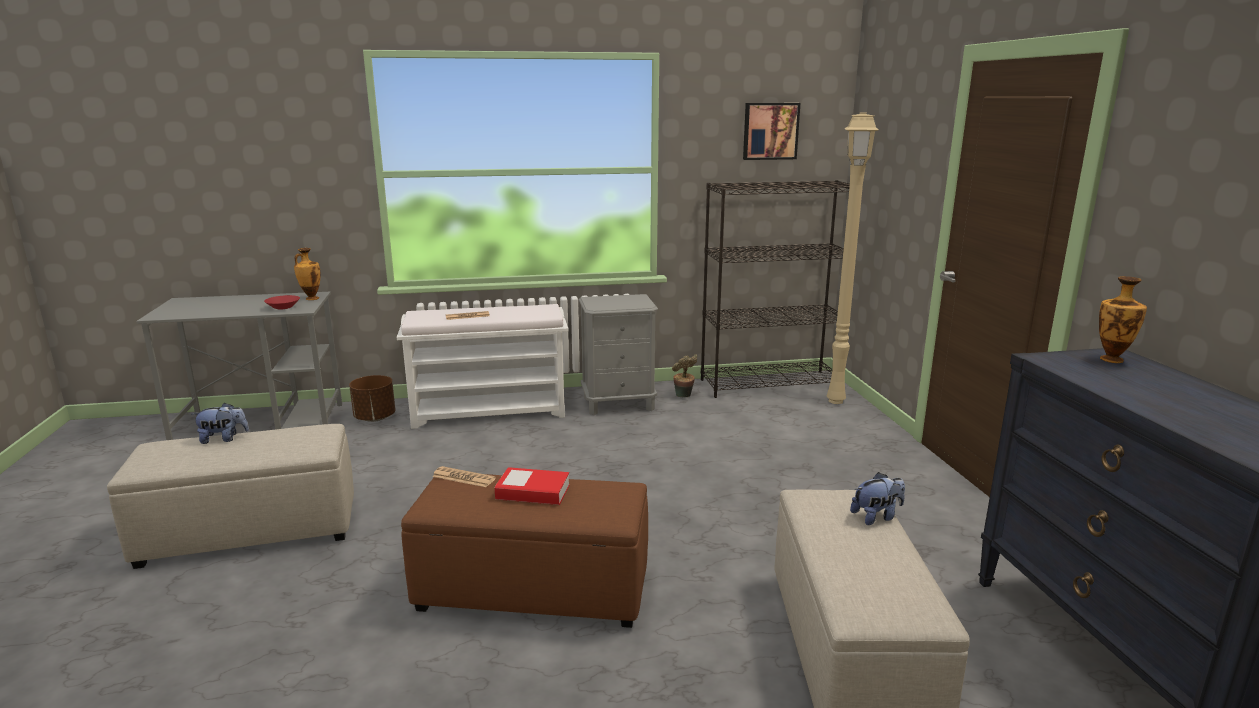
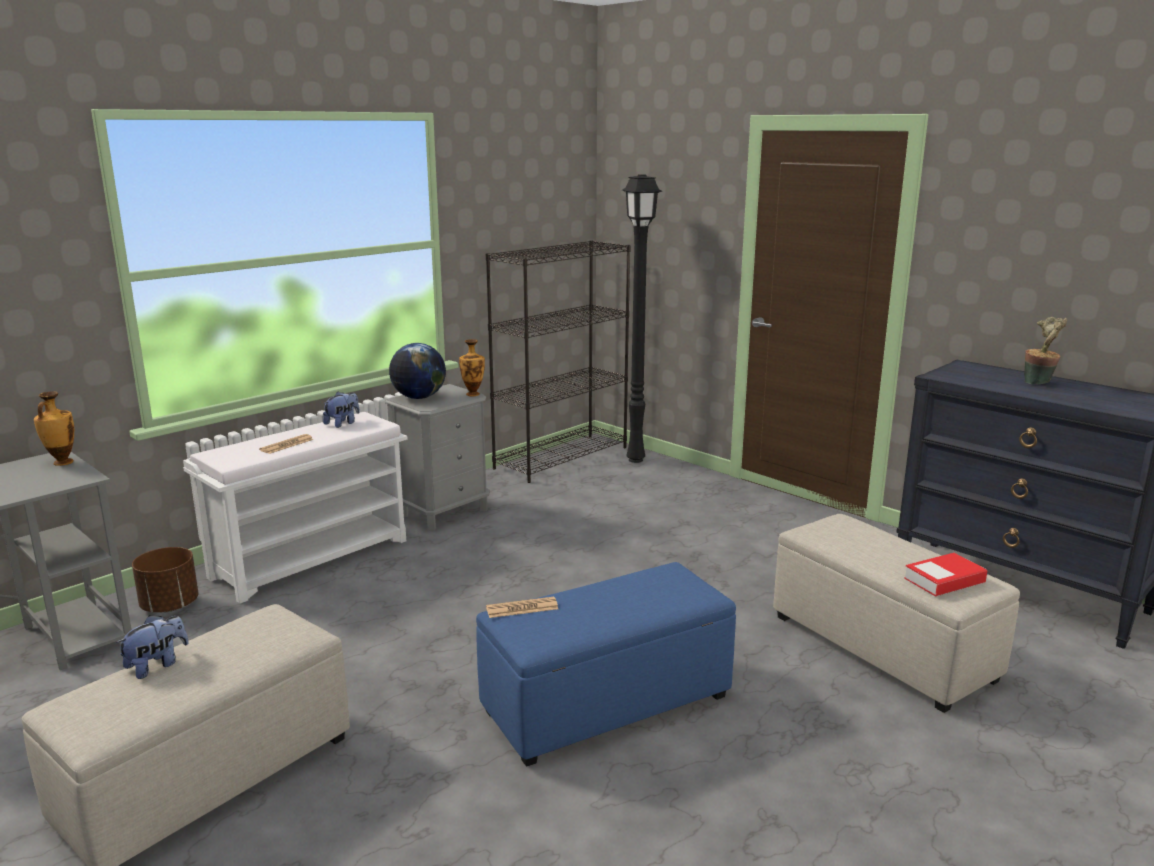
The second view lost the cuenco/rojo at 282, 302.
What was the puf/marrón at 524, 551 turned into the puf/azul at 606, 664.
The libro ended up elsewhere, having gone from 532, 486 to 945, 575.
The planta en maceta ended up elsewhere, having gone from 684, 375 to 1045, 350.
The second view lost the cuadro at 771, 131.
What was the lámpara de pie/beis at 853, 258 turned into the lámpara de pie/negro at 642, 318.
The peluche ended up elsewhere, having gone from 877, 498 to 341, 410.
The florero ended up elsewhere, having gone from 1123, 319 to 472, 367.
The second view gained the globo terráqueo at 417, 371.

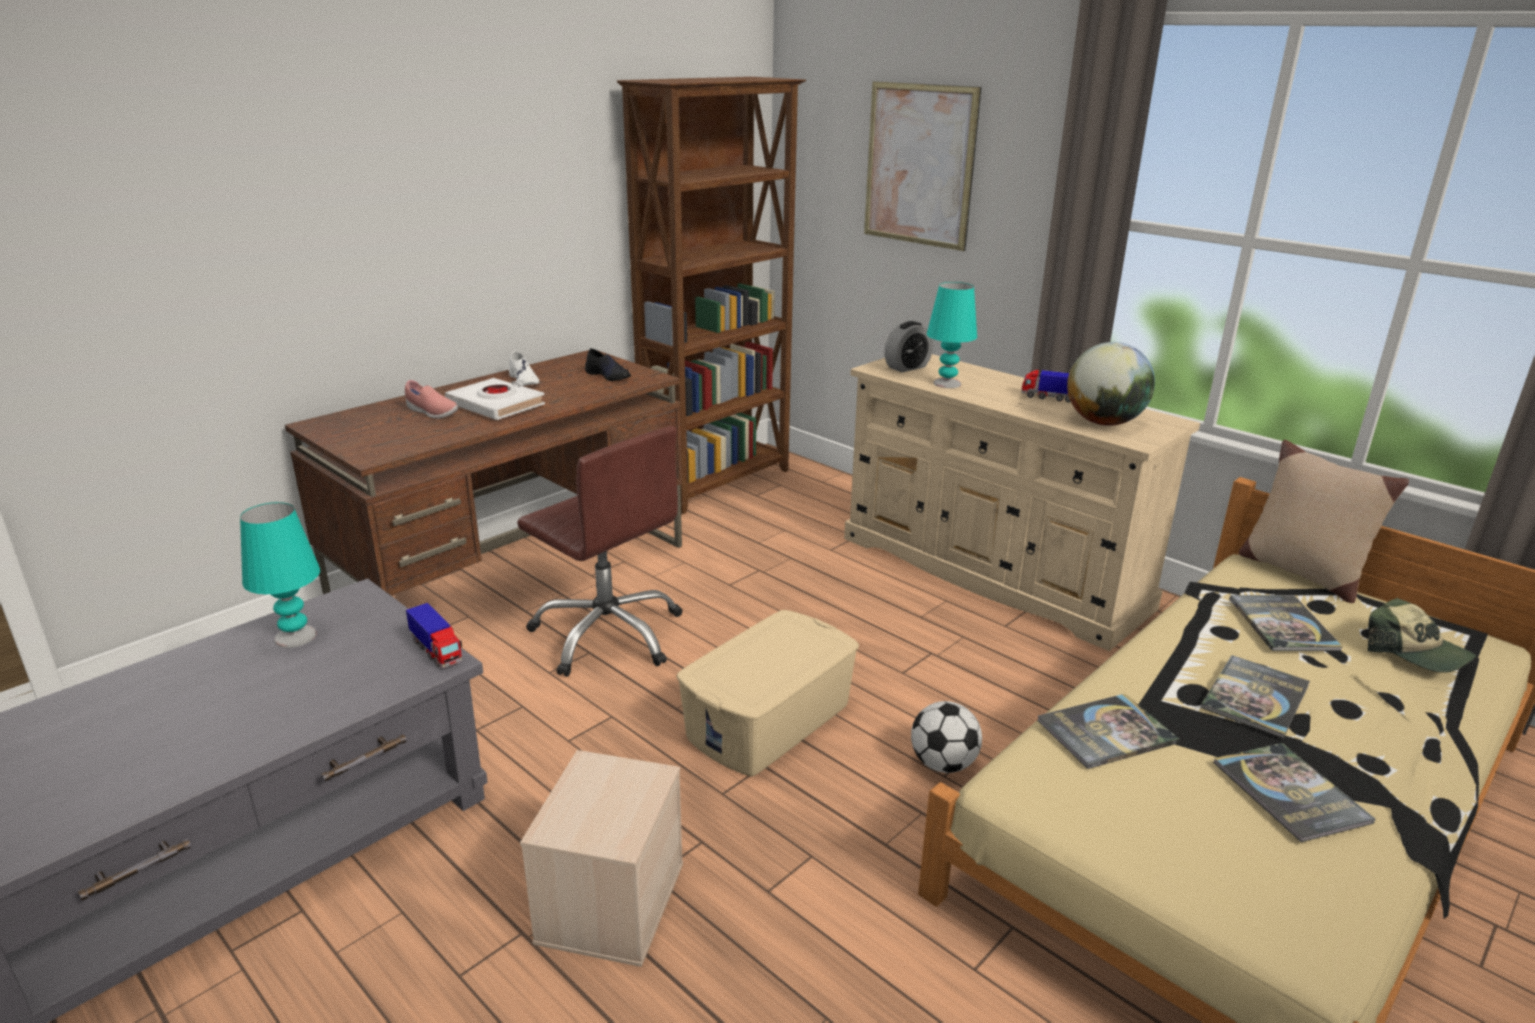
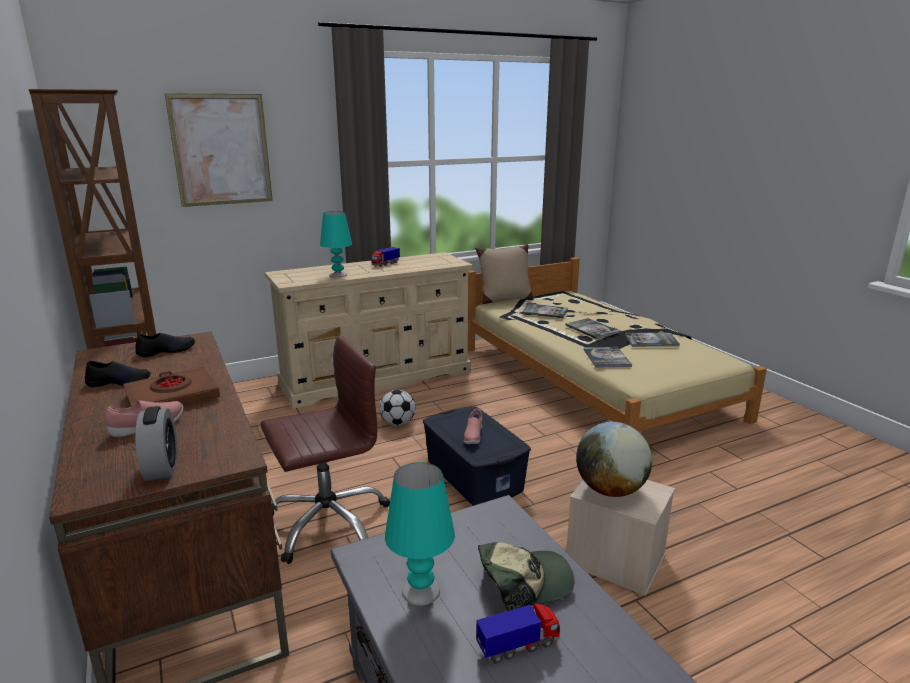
The camión de juguete ended up elsewhere, having gone from 434, 635 to 518, 633.
What was the libro/blanco at 495, 399 turned into the libro/marrón at 171, 387.
What was the zapato/blanco at 524, 368 turned into the zapato/negro at 118, 374.
What was the caja de almacenaje/beis at 767, 693 turned into the caja de almacenaje/azul at 477, 456.
The despertador ended up elsewhere, having gone from 908, 346 to 156, 443.
The balón de fútbol ended up elsewhere, having gone from 946, 737 to 397, 408.
The globo terráqueo ended up elsewhere, having gone from 1111, 384 to 614, 459.
The gorra ended up elsewhere, having gone from 1422, 635 to 526, 576.
The second view gained the zapato/rosa at 473, 426.

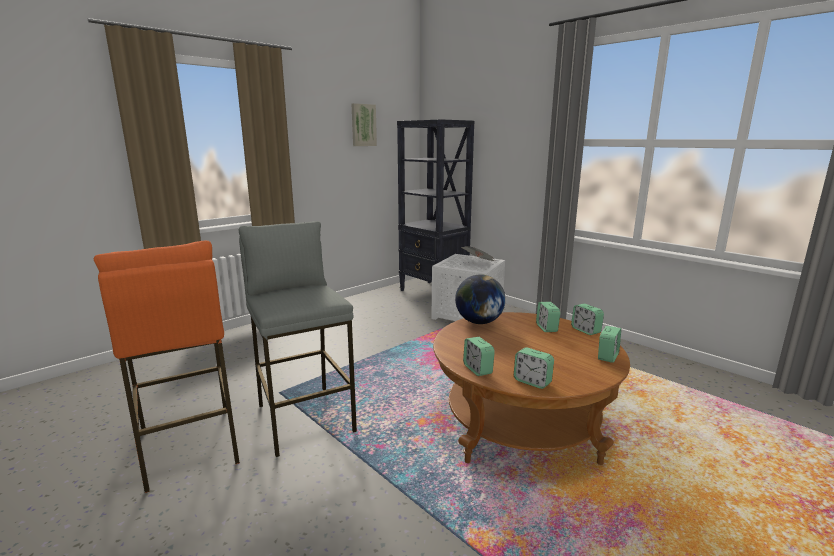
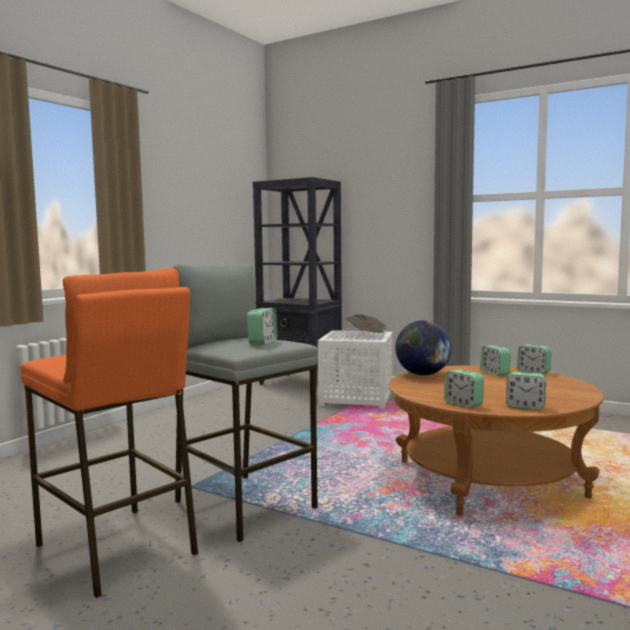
The second view lost the cuadro at 364, 124.
The despertador ended up elsewhere, having gone from 609, 344 to 262, 326.

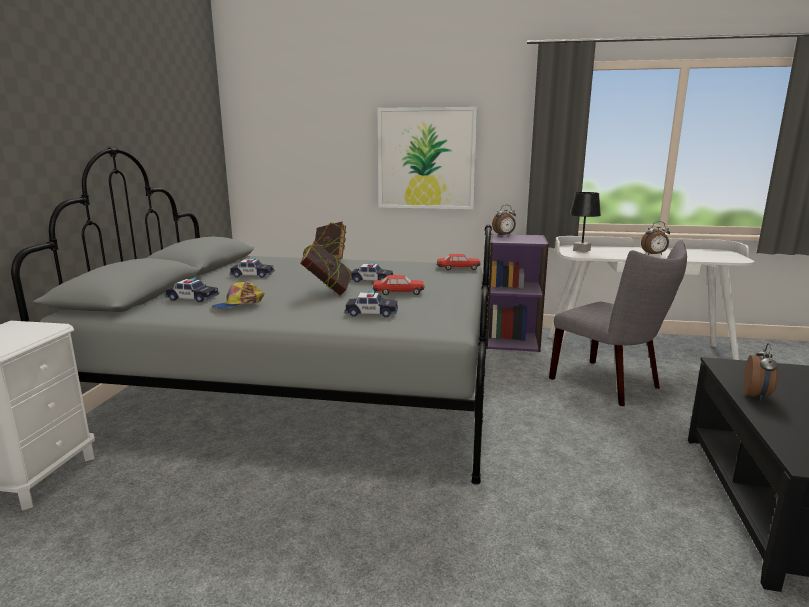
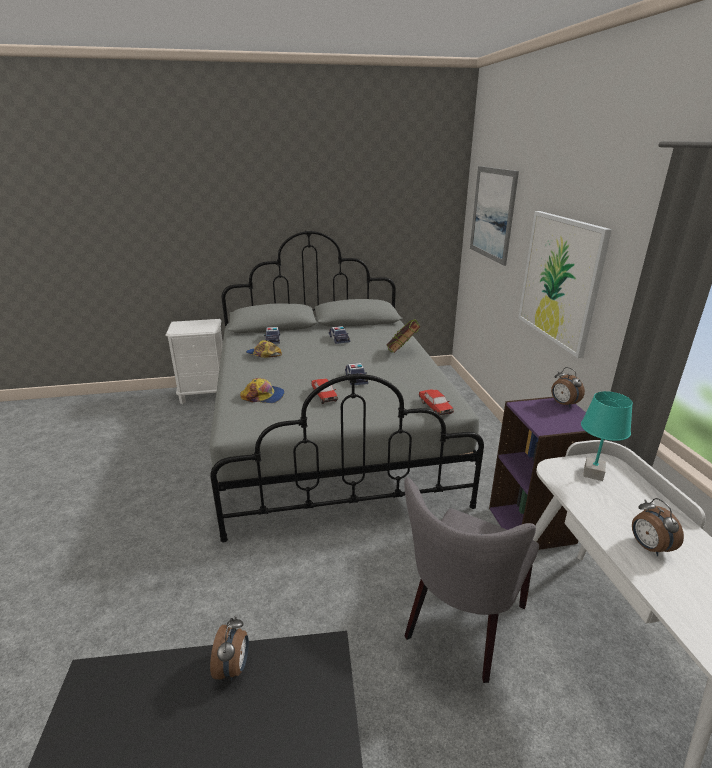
The second view lost the libro at 326, 268.
Where the coche de juguete stood at 371, 304, the gorra came to stand at 262, 390.
What was the lámpara de mesa/negro at 585, 222 turned into the lámpara de mesa/turquesa at 607, 436.
The despertador at 760, 372 ended up facing another way, 90 degrees counterclockwise from before.
The second view gained the cuadro at 494, 216.

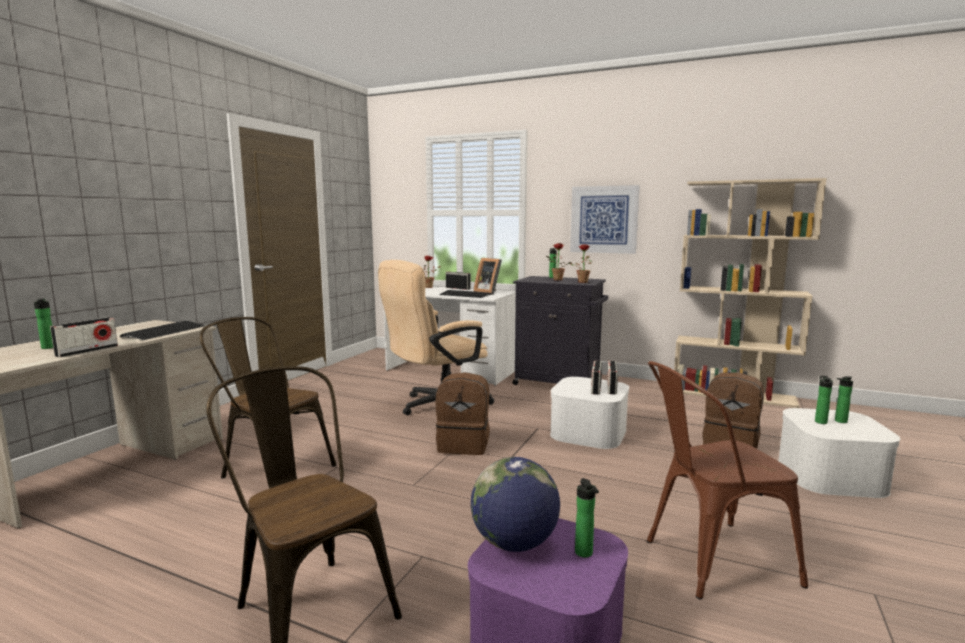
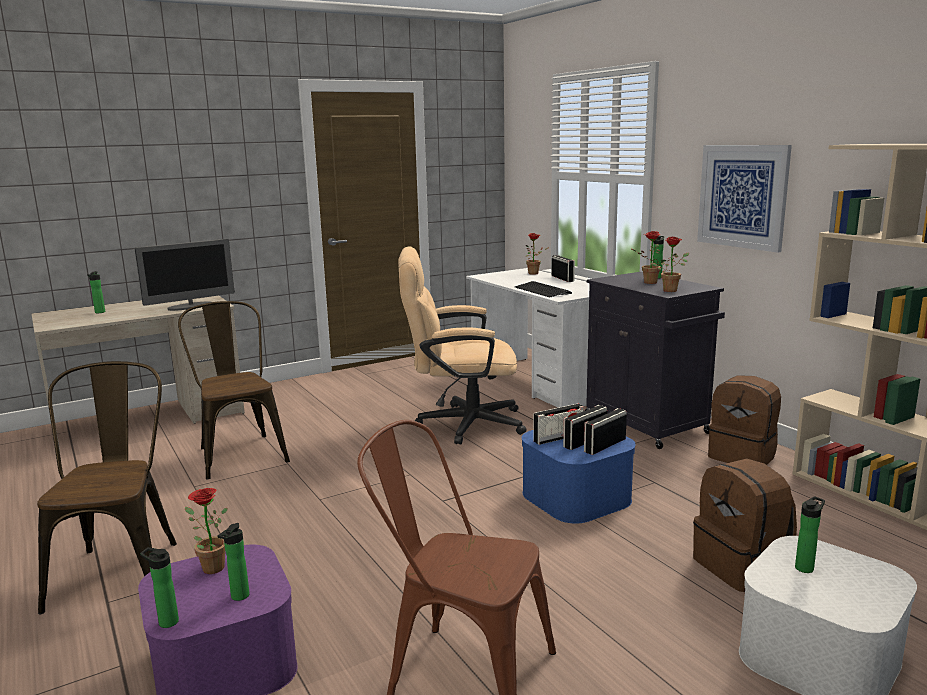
The radio ended up elsewhere, having gone from 84, 337 to 558, 424.
Where the teclado stood at 162, 330, the monitor came to stand at 184, 275.
The mochila/marrón ended up elsewhere, having gone from 463, 413 to 744, 420.
Where the globo terráqueo stood at 515, 504, the planta en maceta came to stand at 206, 531.
The second view lost the portarretratos at 488, 276.
What was the caja de almacenaje/blanco at 589, 413 turned into the caja de almacenaje/azul at 579, 476.
The botella ended up elsewhere, having gone from 844, 399 to 159, 587.

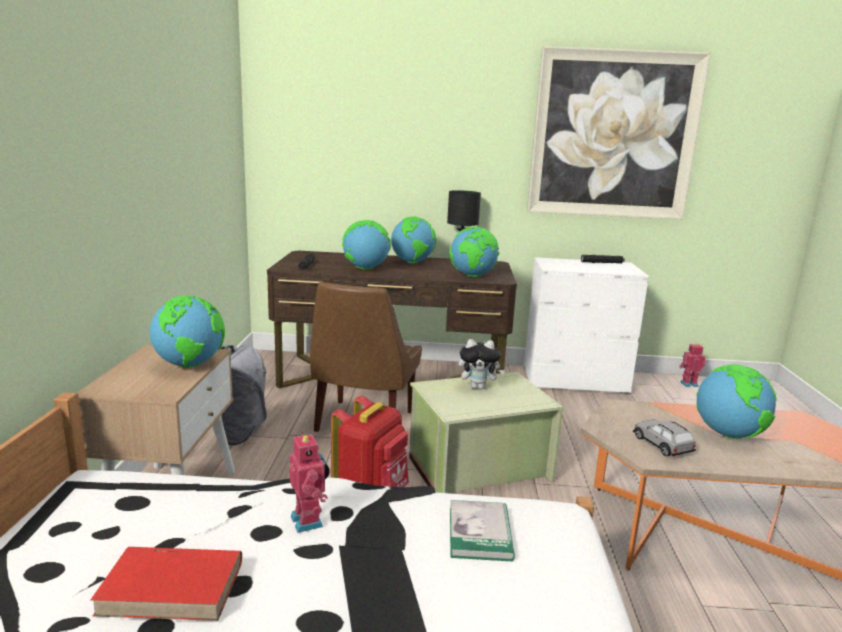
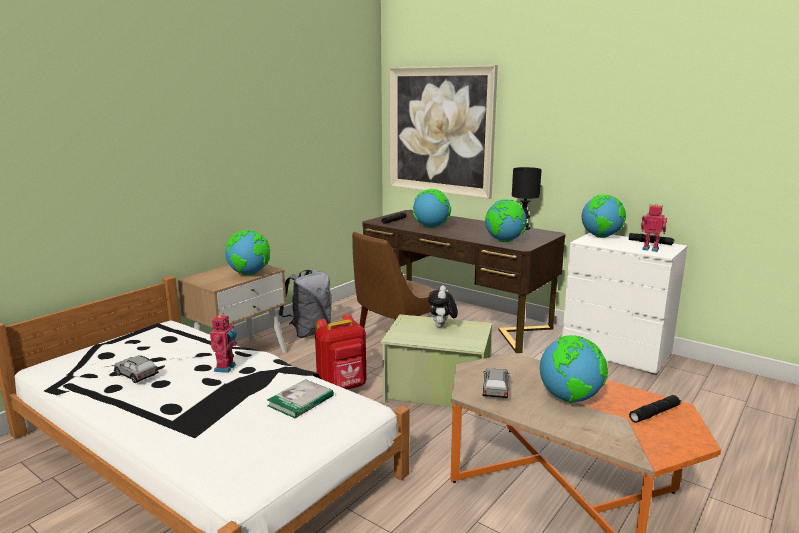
Where the libro/rojo stood at 166, 584, the coche de juguete/gris came to stand at 136, 369.
The globo terráqueo ended up elsewhere, having gone from 413, 240 to 604, 216.
The peluche at 481, 364 ended up facing another way, 60 degrees clockwise from before.
The cuadro ended up elsewhere, having gone from 619, 133 to 443, 132.
The robot de juguete ended up elsewhere, having gone from 692, 365 to 654, 228.
The second view gained the linterna/negro at 655, 409.

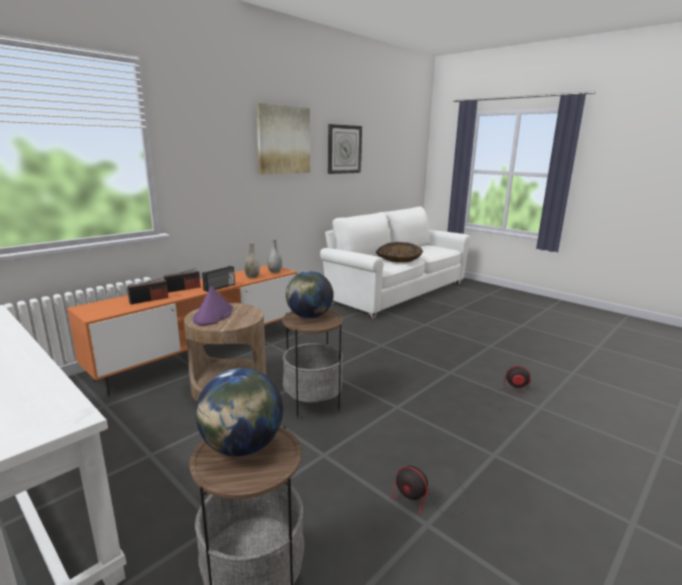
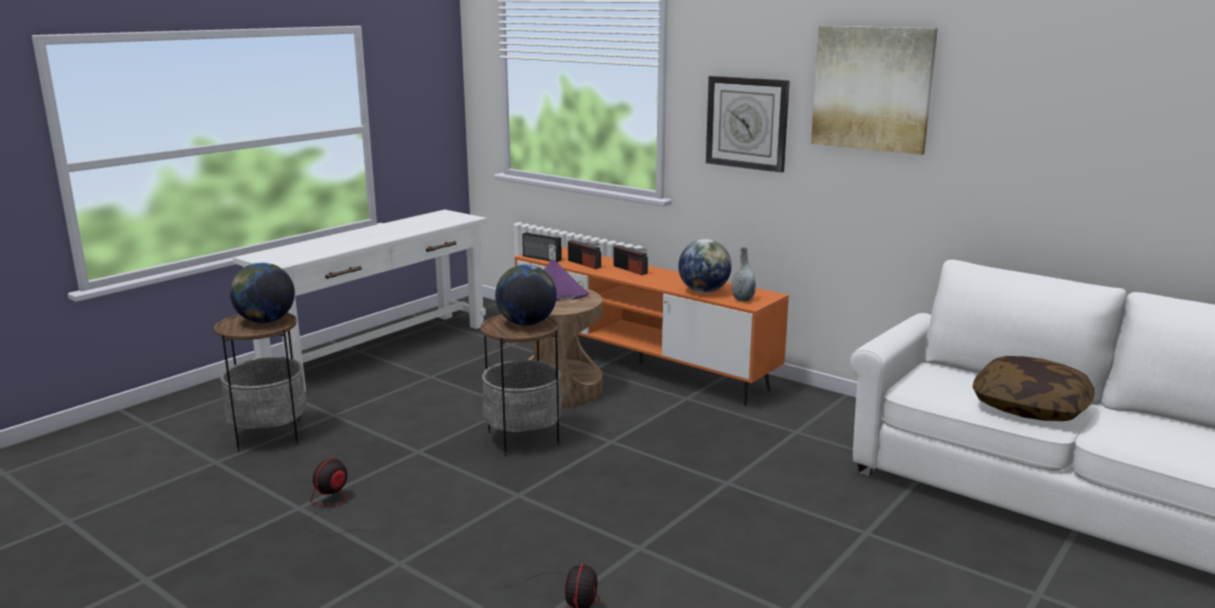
The radio ended up elsewhere, having gone from 218, 279 to 542, 247.
Where the florero/gris stood at 252, 260, the globo terráqueo came to stand at 705, 266.
The reloj de pared ended up elsewhere, having gone from 345, 149 to 748, 124.

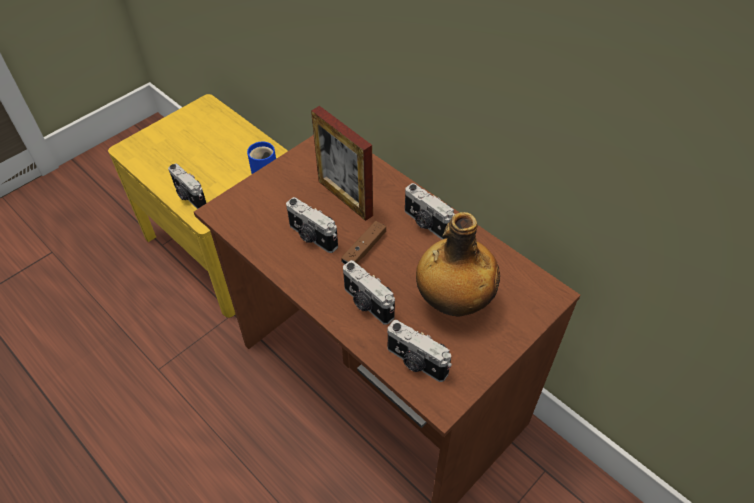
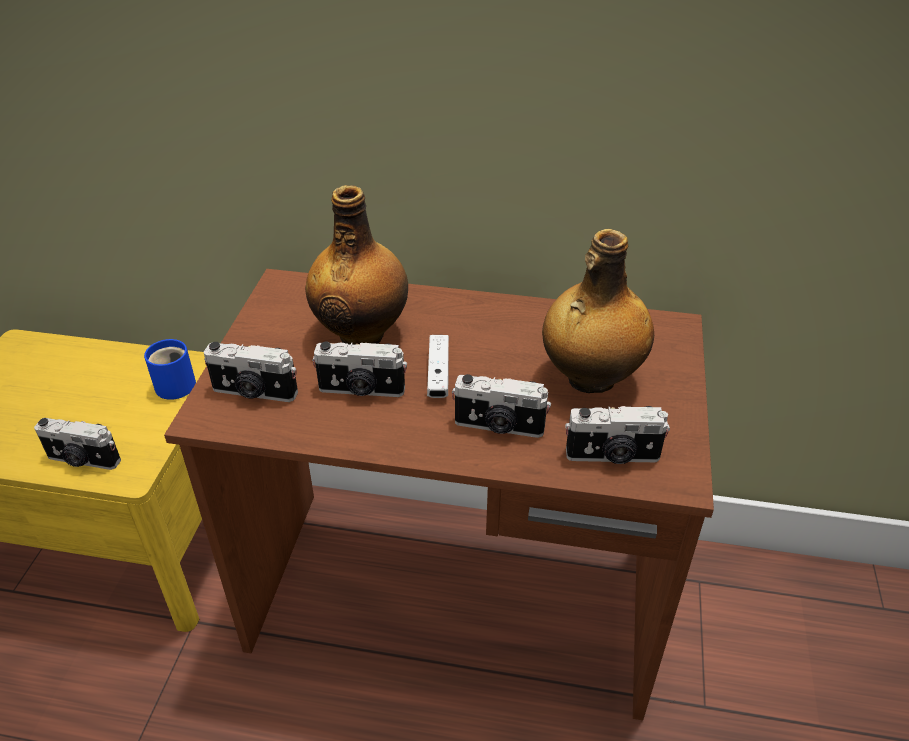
Where the portarretratos stood at 342, 163, the botella came to stand at 356, 265.
What was the mando de consola/marrón at 363, 242 turned into the mando de consola/blanco at 438, 366.
The cámara ended up elsewhere, having gone from 430, 211 to 251, 372.

